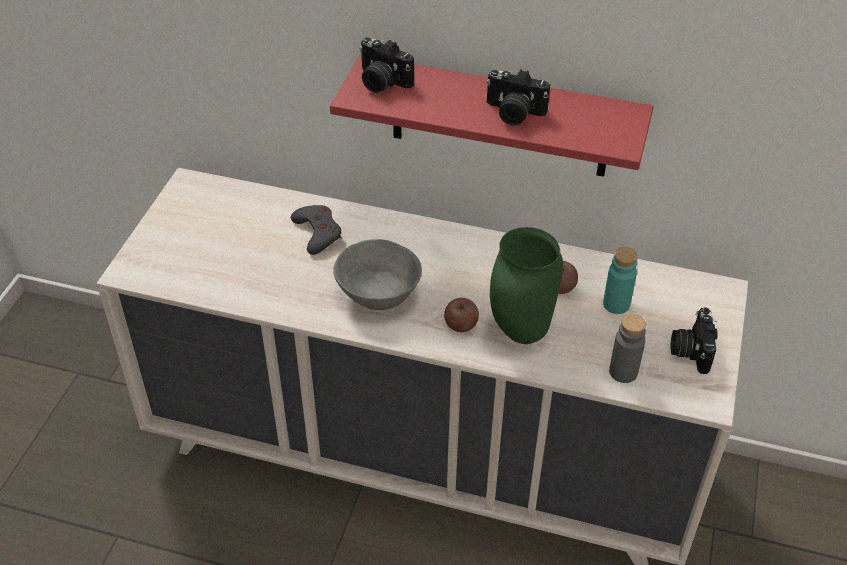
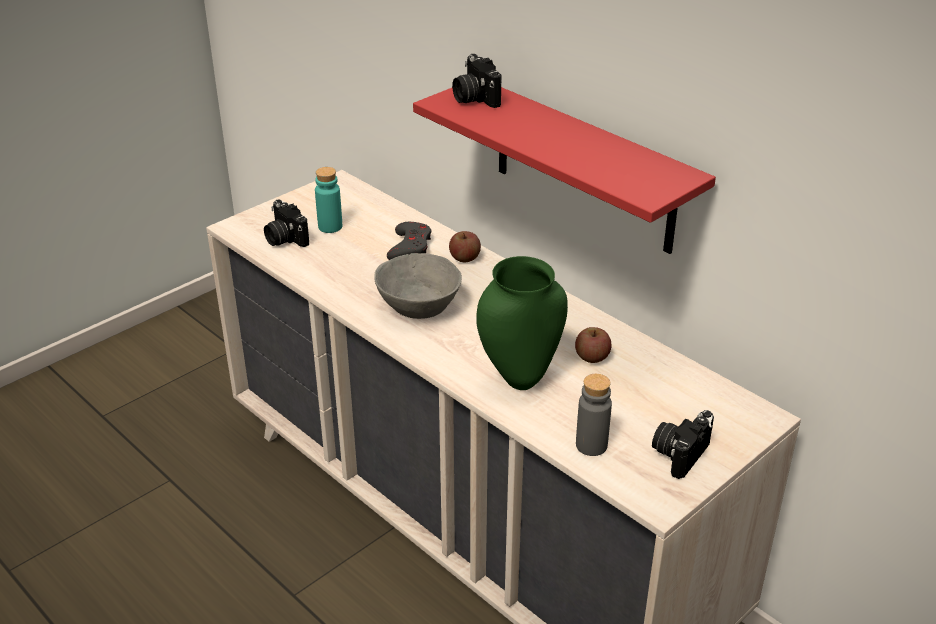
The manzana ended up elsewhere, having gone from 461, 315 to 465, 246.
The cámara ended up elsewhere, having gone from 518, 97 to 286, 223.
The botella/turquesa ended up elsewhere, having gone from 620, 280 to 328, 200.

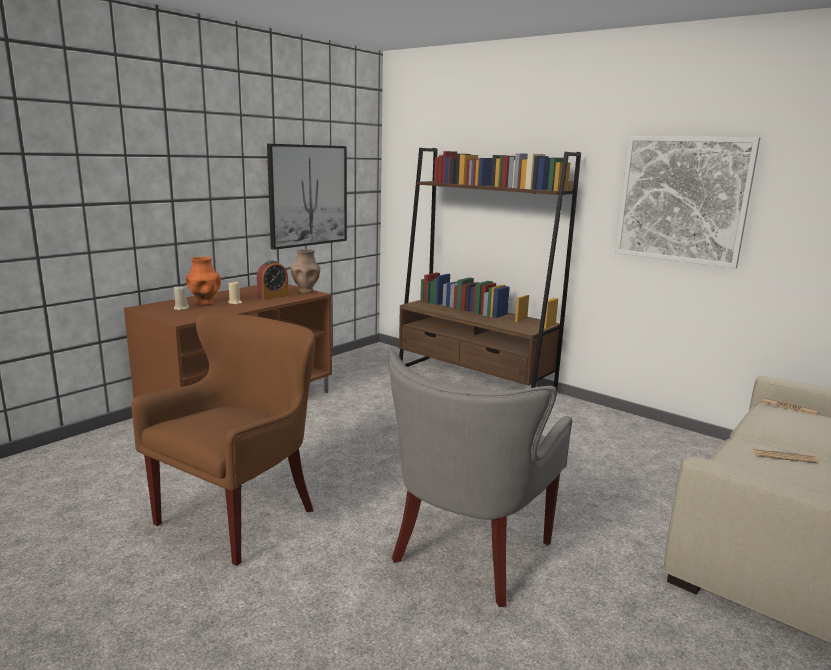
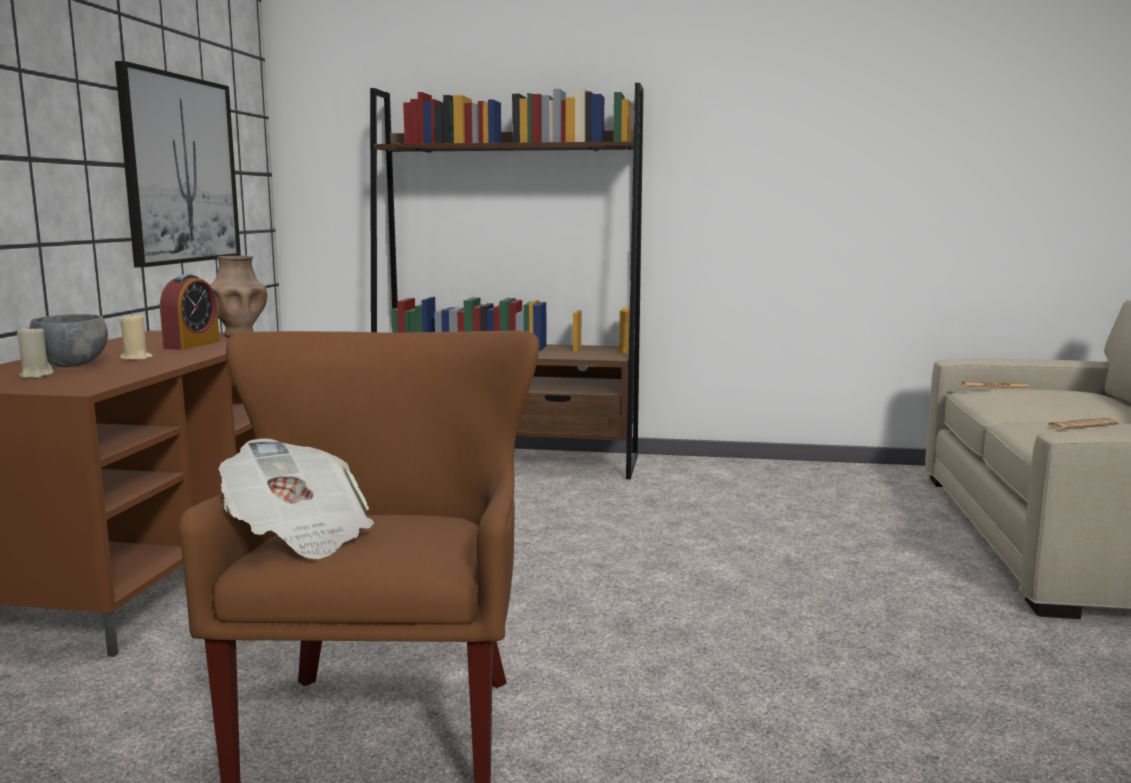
Where the florero/naranja stood at 203, 281, the cuenco/gris came to stand at 68, 340.
The second view lost the sillón/gris at 481, 478.
The second view lost the cuadro at 687, 202.
The second view gained the periódico at 296, 499.

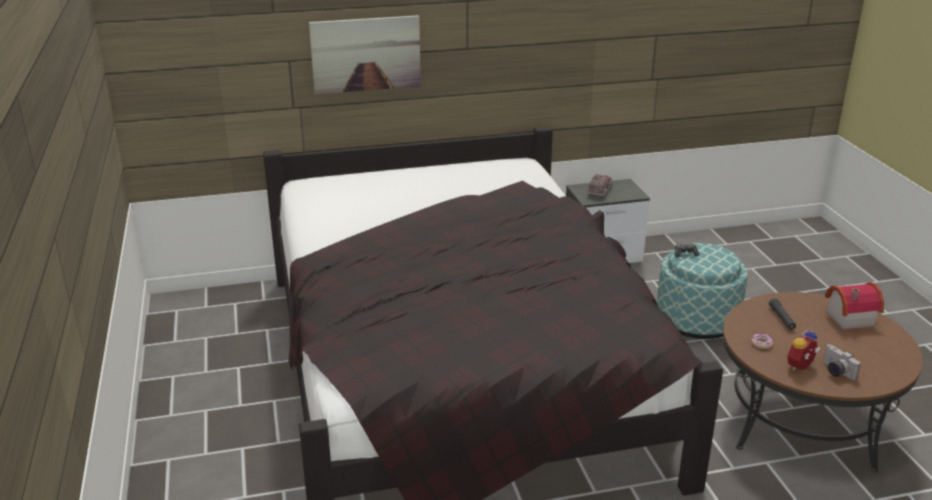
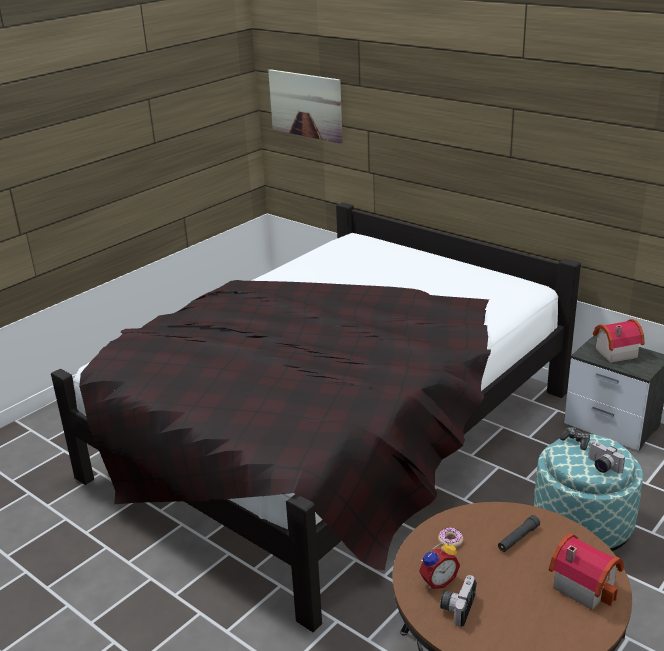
The cuadro ended up elsewhere, having gone from 365, 54 to 305, 106.
Where the camión de juguete stood at 600, 185, the casita came to stand at 618, 341.
The despertador at 803, 349 ended up facing another way, 135 degrees clockwise from before.
The second view gained the cámara at 606, 456.

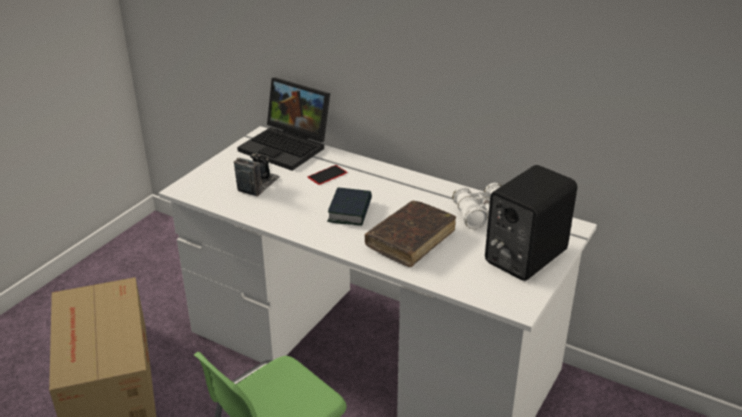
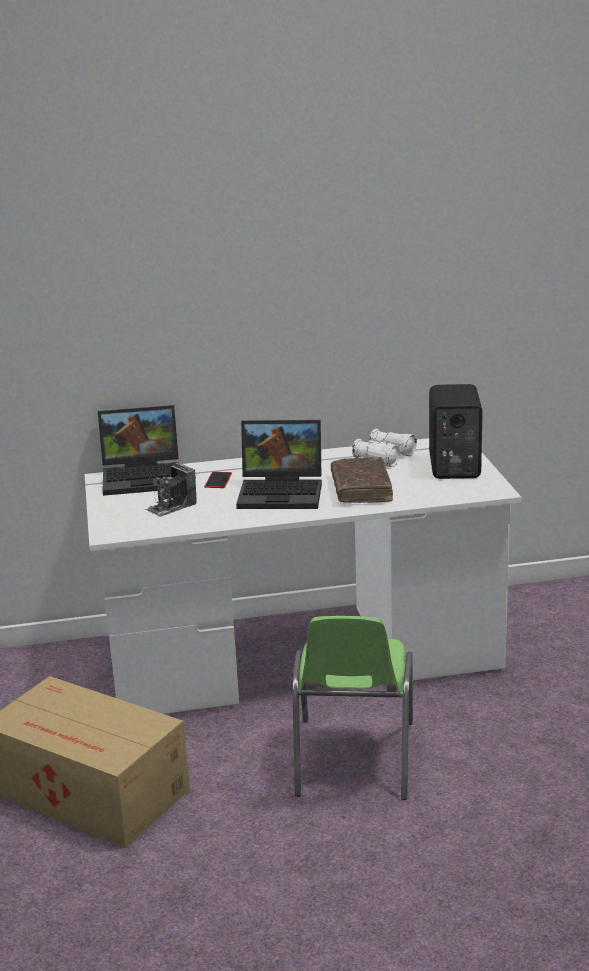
The cámara at 257, 175 ended up facing another way, 120 degrees counterclockwise from before.
Where the libro stood at 349, 207, the portátil came to stand at 279, 464.

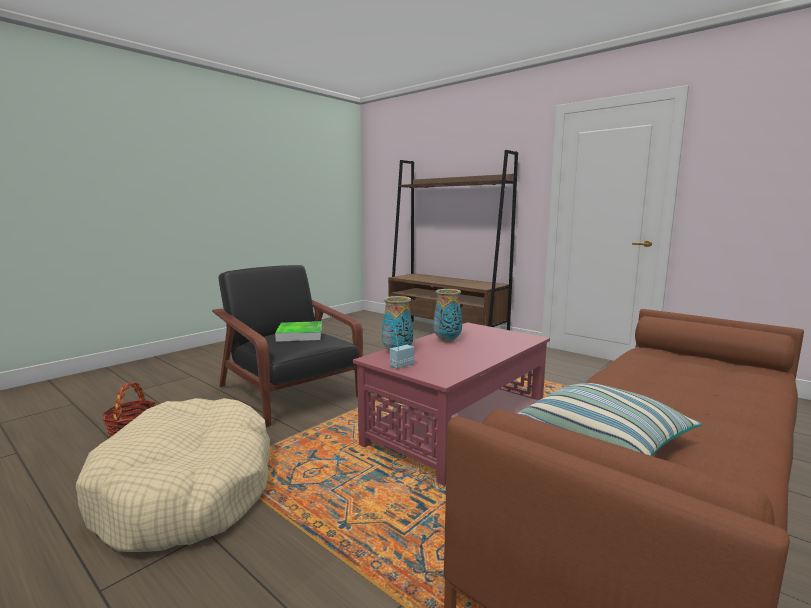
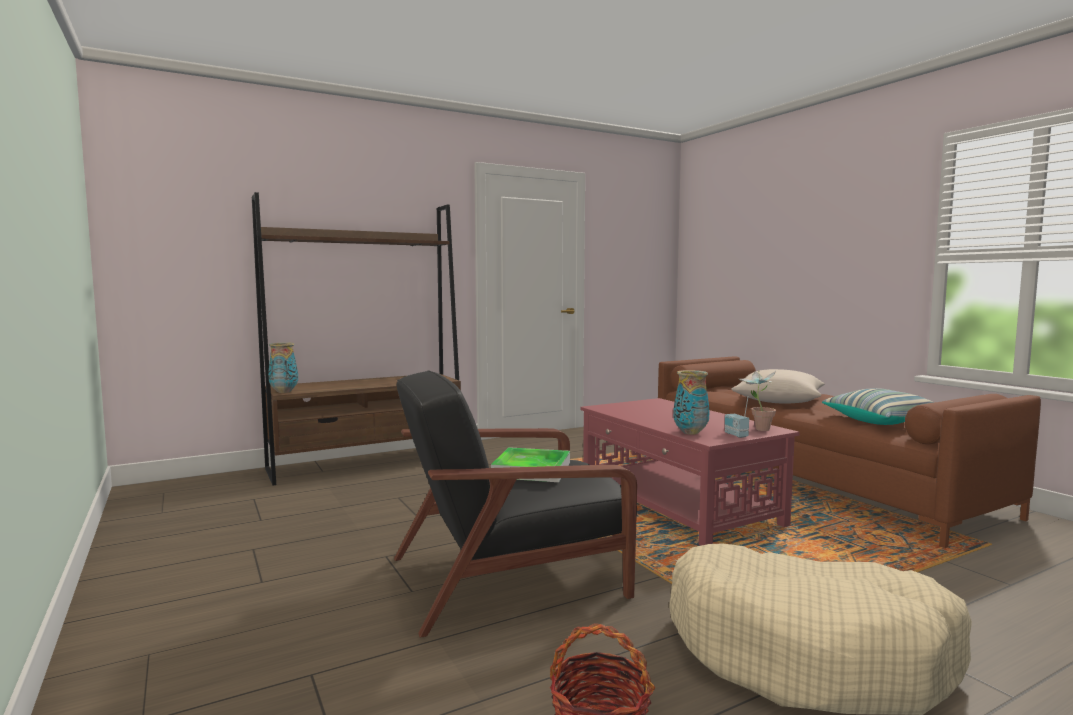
The florero ended up elsewhere, having gone from 447, 315 to 283, 368.
The second view gained the cojín/beis at 778, 386.
The second view gained the planta en maceta at 757, 400.

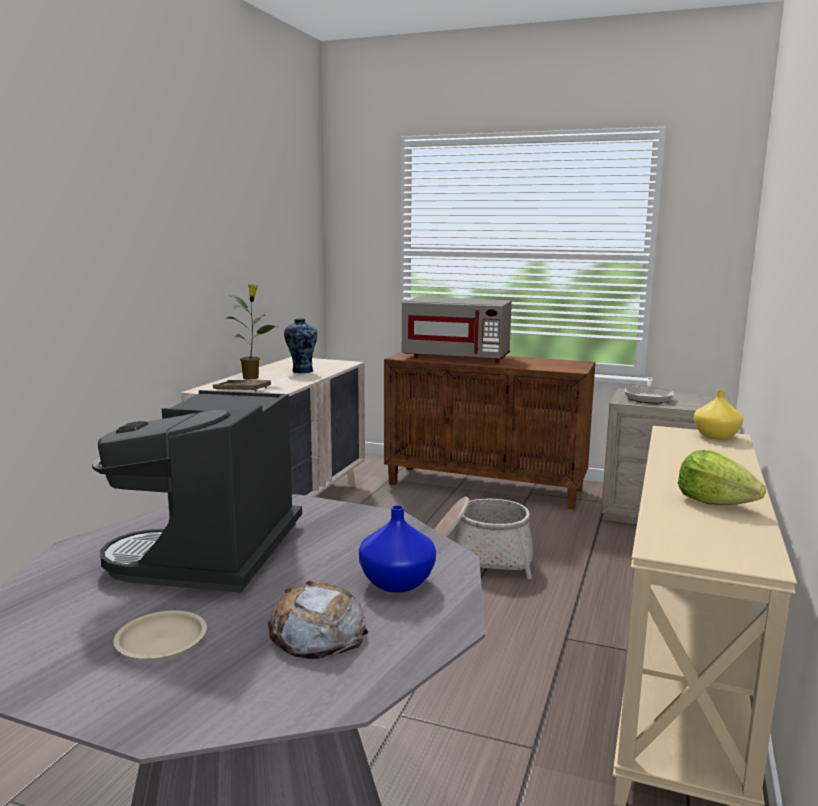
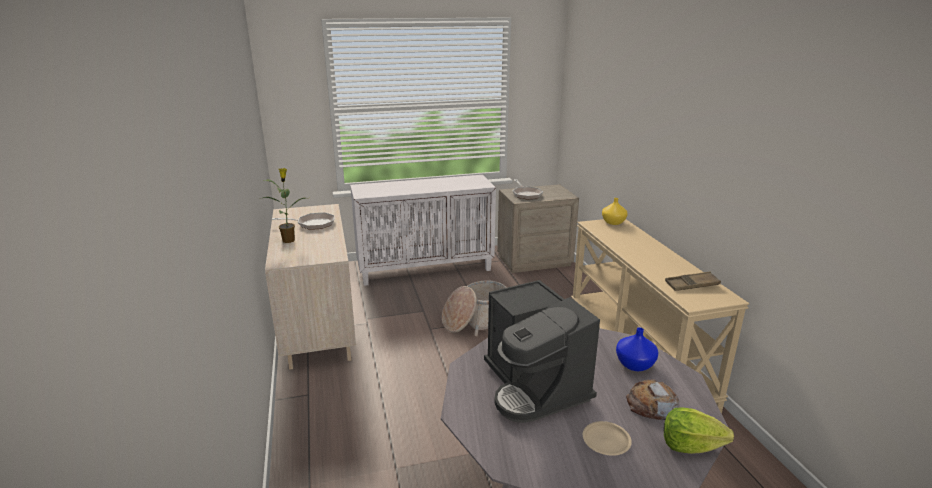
The bandeja/marrón ended up elsewhere, having gone from 242, 386 to 693, 281.
Where the florero stood at 300, 345, the sartén came to stand at 303, 221.
What was the armario/marrón at 489, 430 turned into the armario/blanco at 423, 230.
The second view lost the microondas/gris at 457, 330.
The lechuga ended up elsewhere, having gone from 722, 477 to 699, 430.

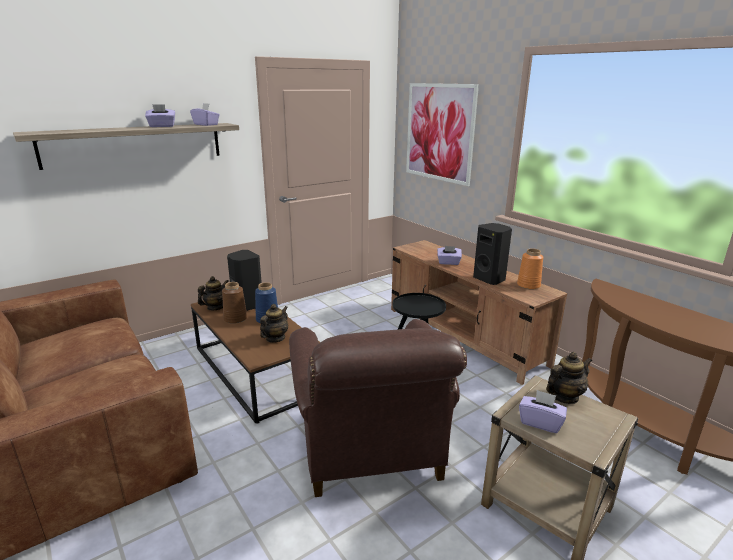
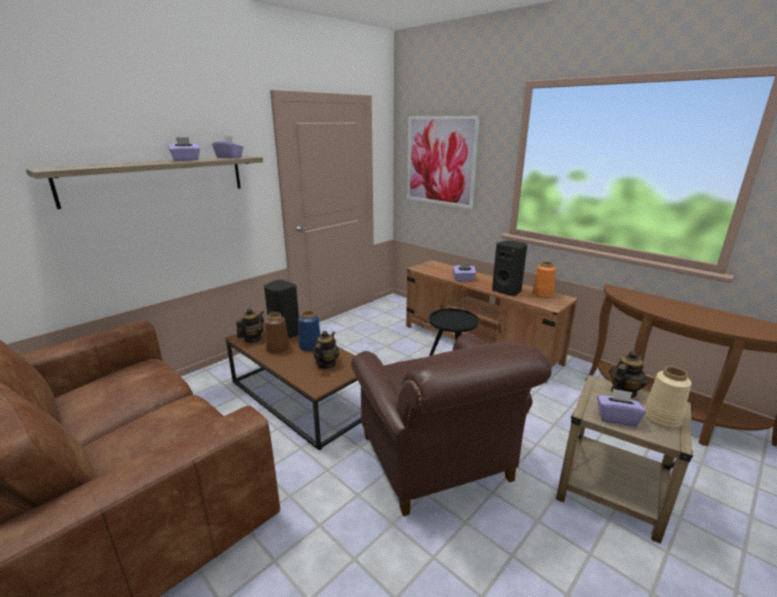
The second view gained the florero/beis at 667, 397.

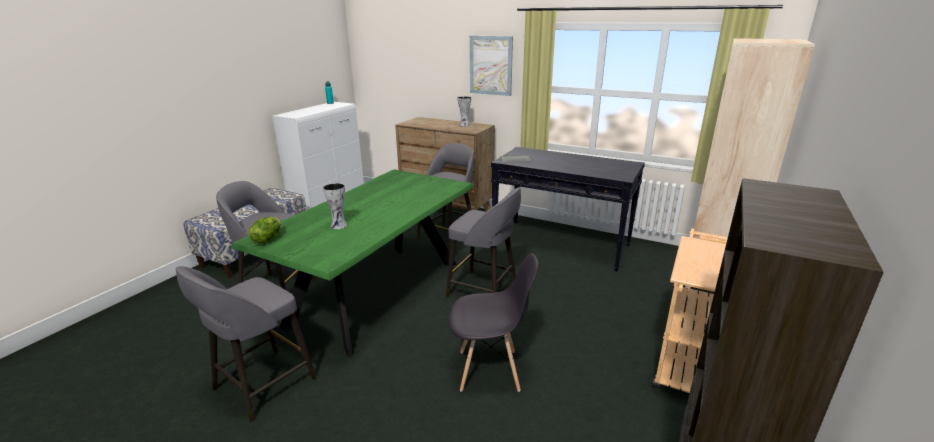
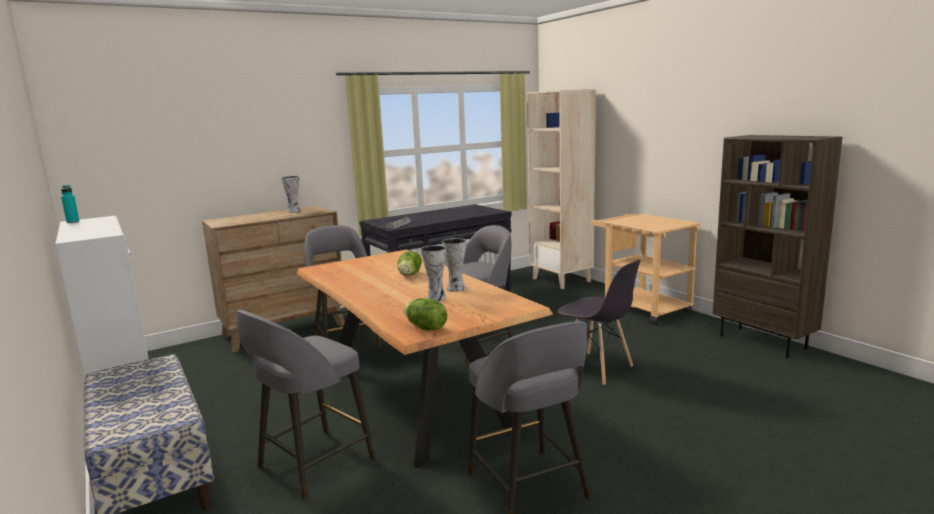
What was the mesa de comedor/verde at 352, 263 turned into the mesa de comedor/marrón at 424, 359.
The silla/gris at 493, 322 ended up facing another way, 105 degrees clockwise from before.
The second view lost the cuadro at 491, 66.
The second view gained the lechuga at 409, 263.
The second view gained the florero at 454, 265.

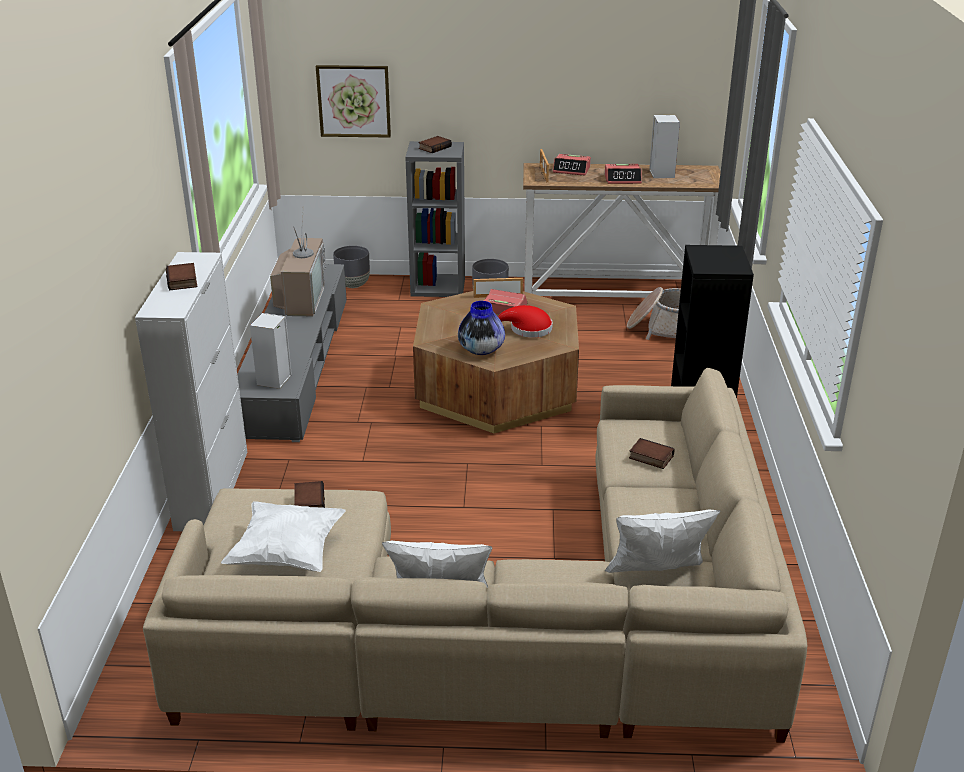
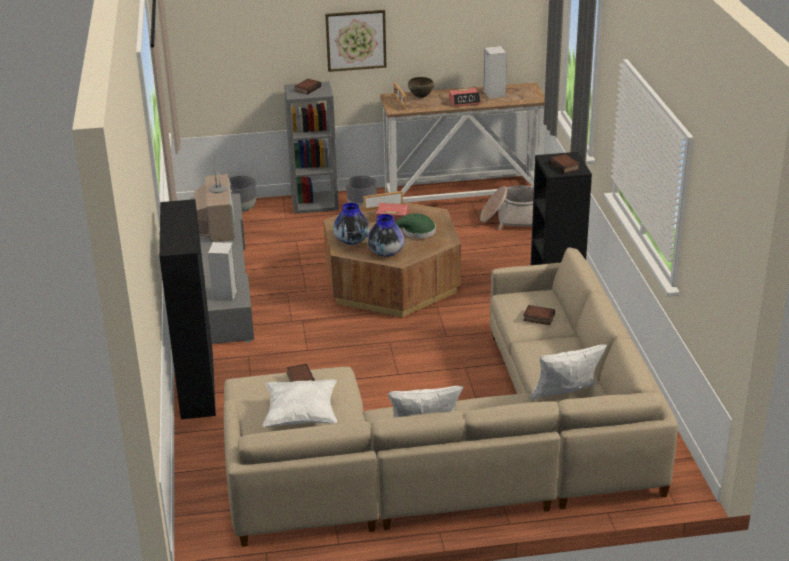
What was the armario/blanco at 191, 391 turned into the armario/negro at 187, 309.
The libro ended up elsewhere, having gone from 181, 276 to 564, 163.
The cuadro ended up elsewhere, having gone from 353, 101 to 355, 41.
What was the sombrero/rojo at 525, 321 turned into the sombrero/verde at 415, 226.
Where the despertador stood at 572, 165, the cuenco/marrón came to stand at 421, 87.
The second view gained the florero at 351, 224.

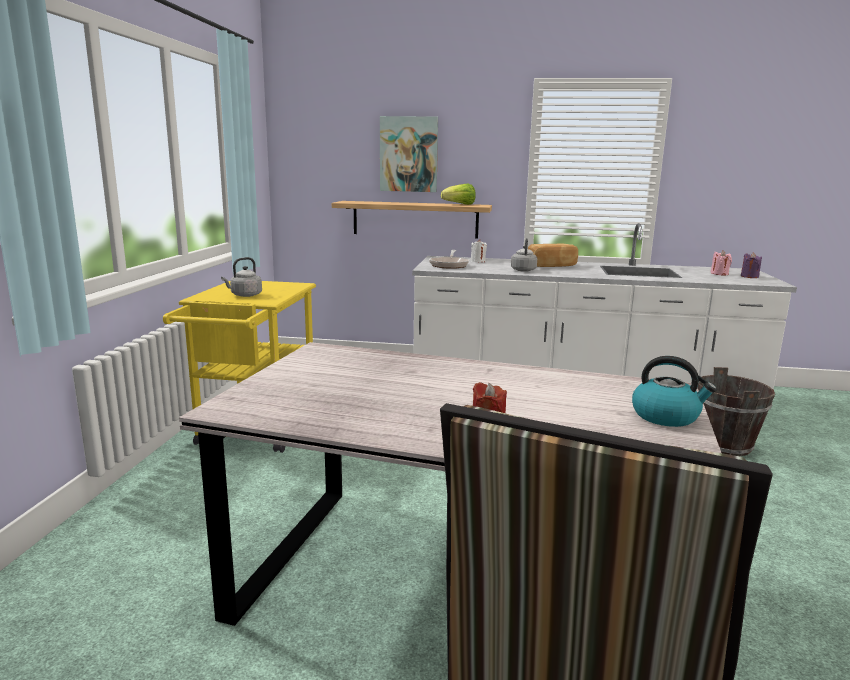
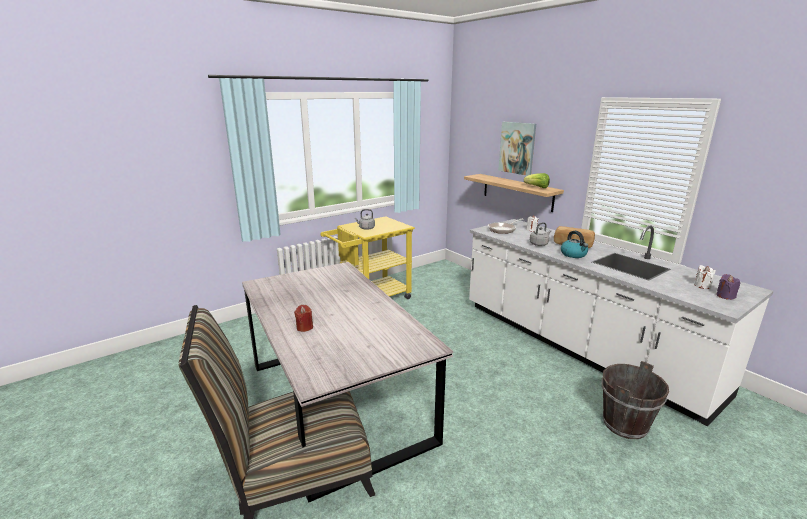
The hervidor ended up elsewhere, having gone from 674, 391 to 574, 244.
What was the vela/rosa at 721, 263 turned into the vela/blanco at 705, 277.

